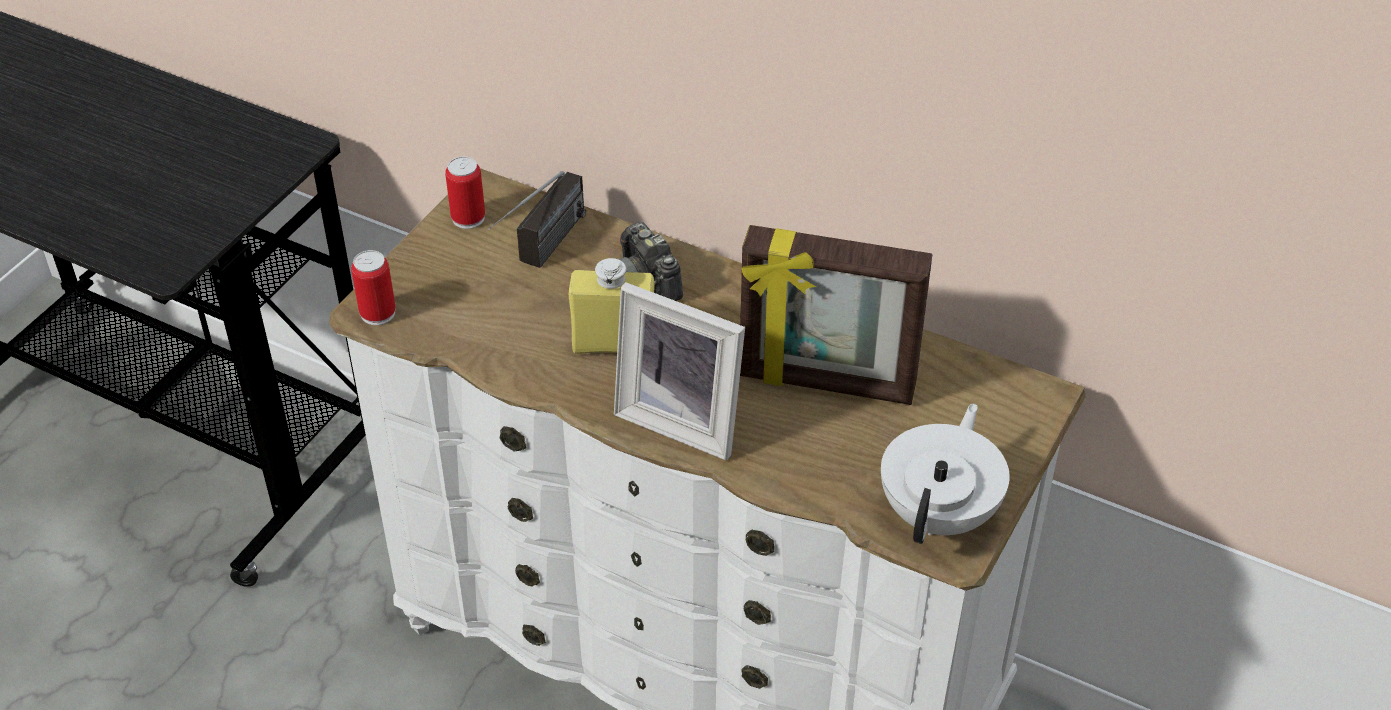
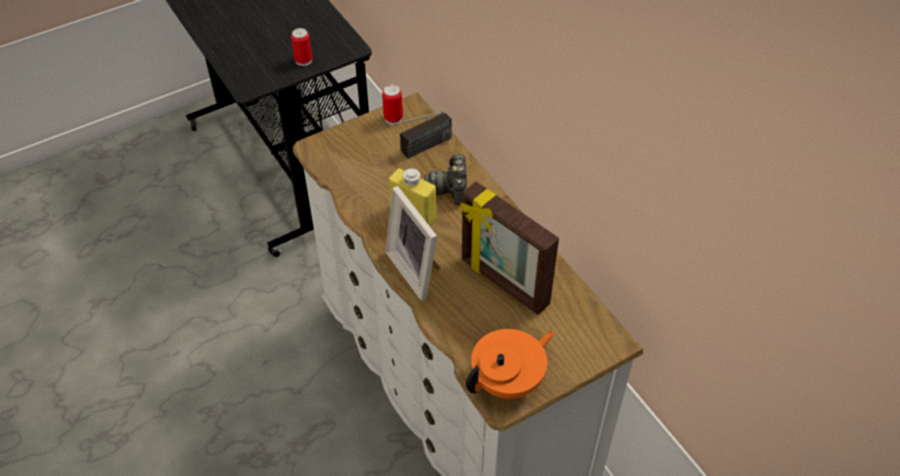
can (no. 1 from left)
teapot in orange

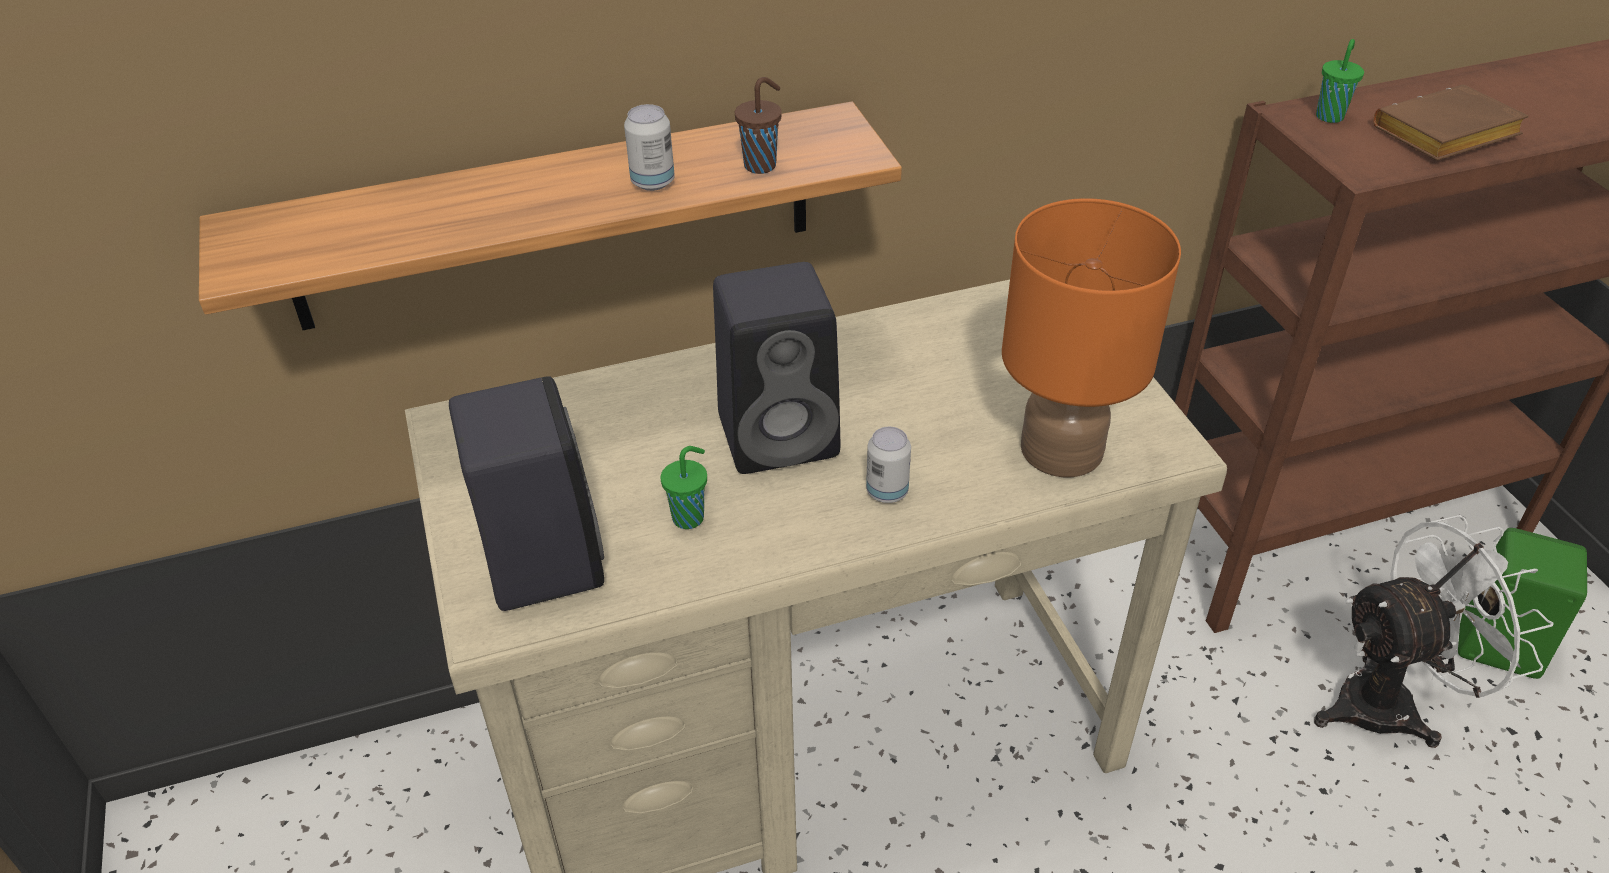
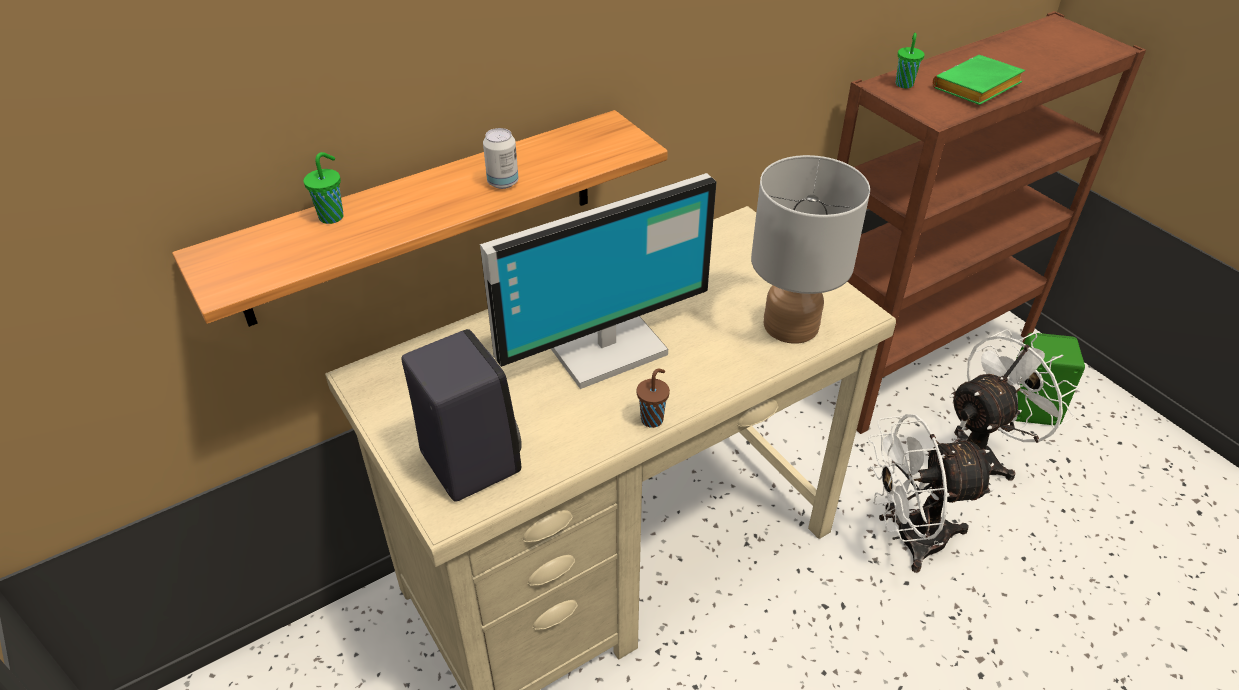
cup in brown
book in green
table lamp in grey
monitor
can (no. 2 from left in the first image)
cup in green (no. 1 from left)
fan in white (no. 1 from left)

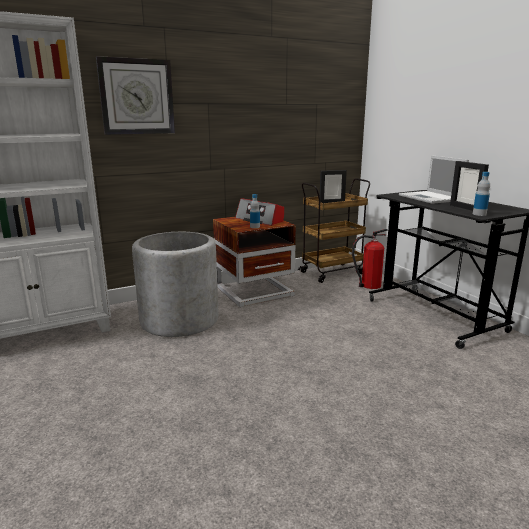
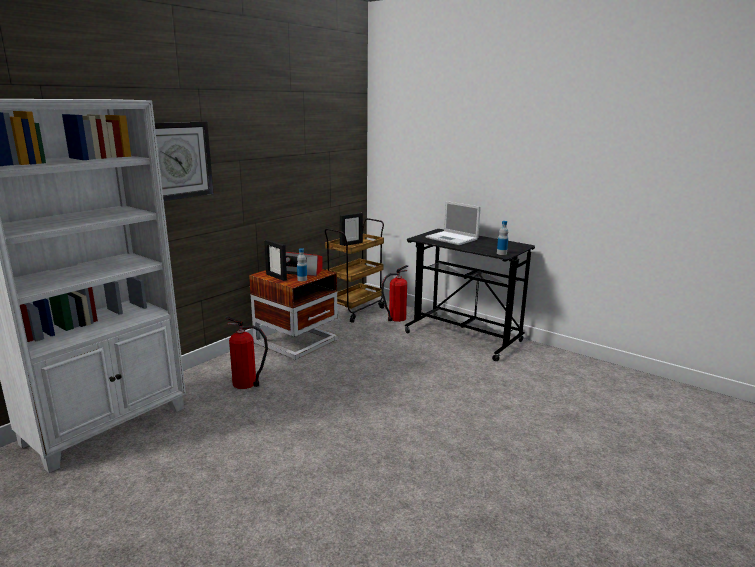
picture frame (no. 1 from left)
fire extinguisher (no. 1 from left)

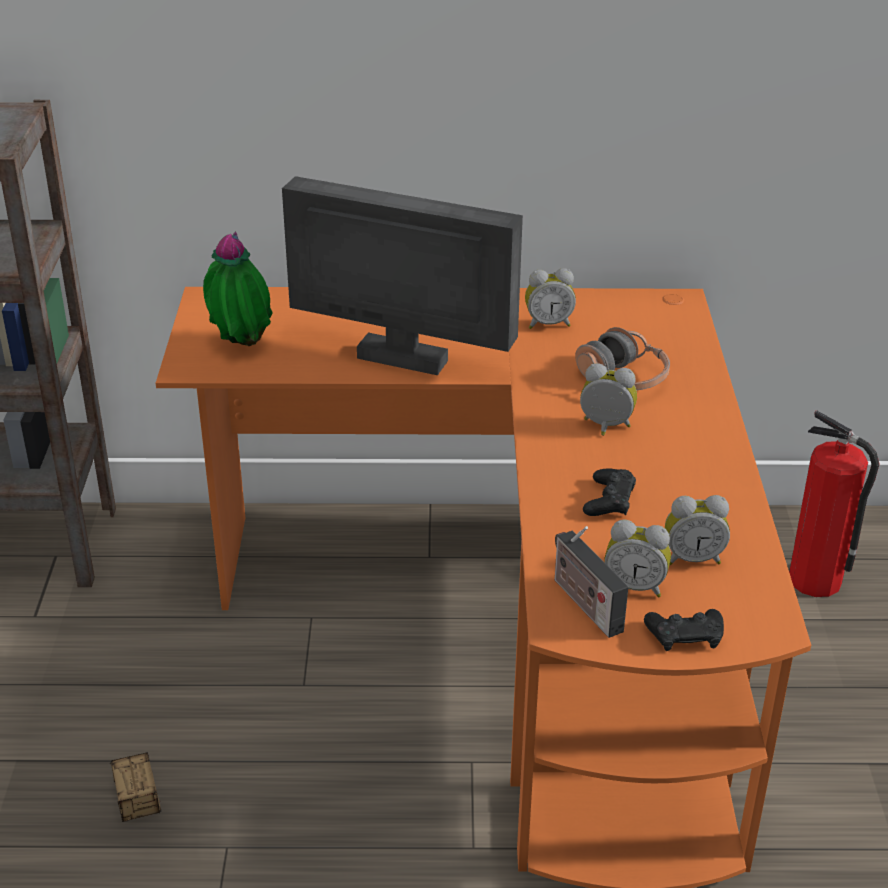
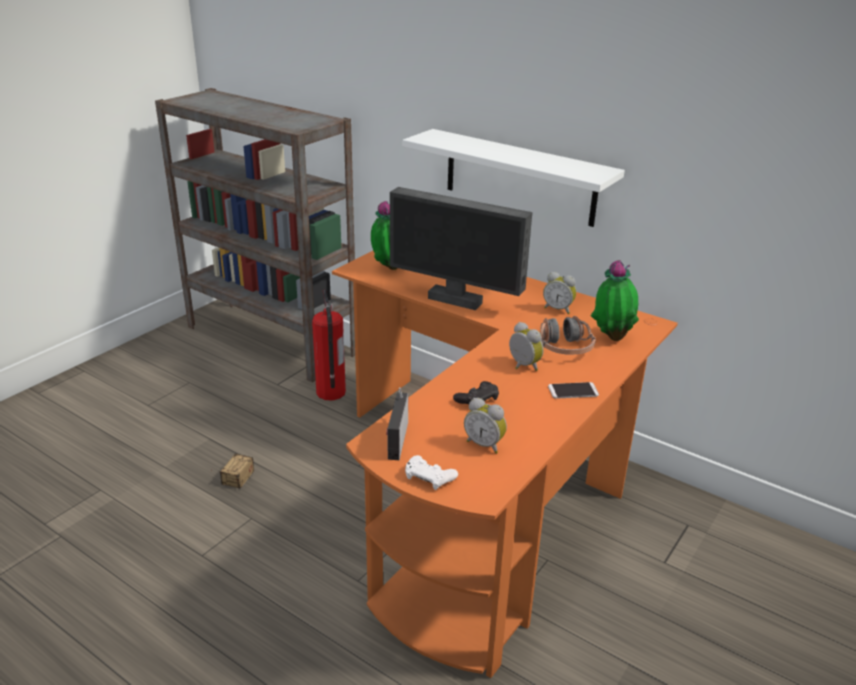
monitor
fire extinguisher
alarm clock (no. 3 from left in the first image)
game controller in white
shelf in white
potted plant (no. 2 from left)
phone

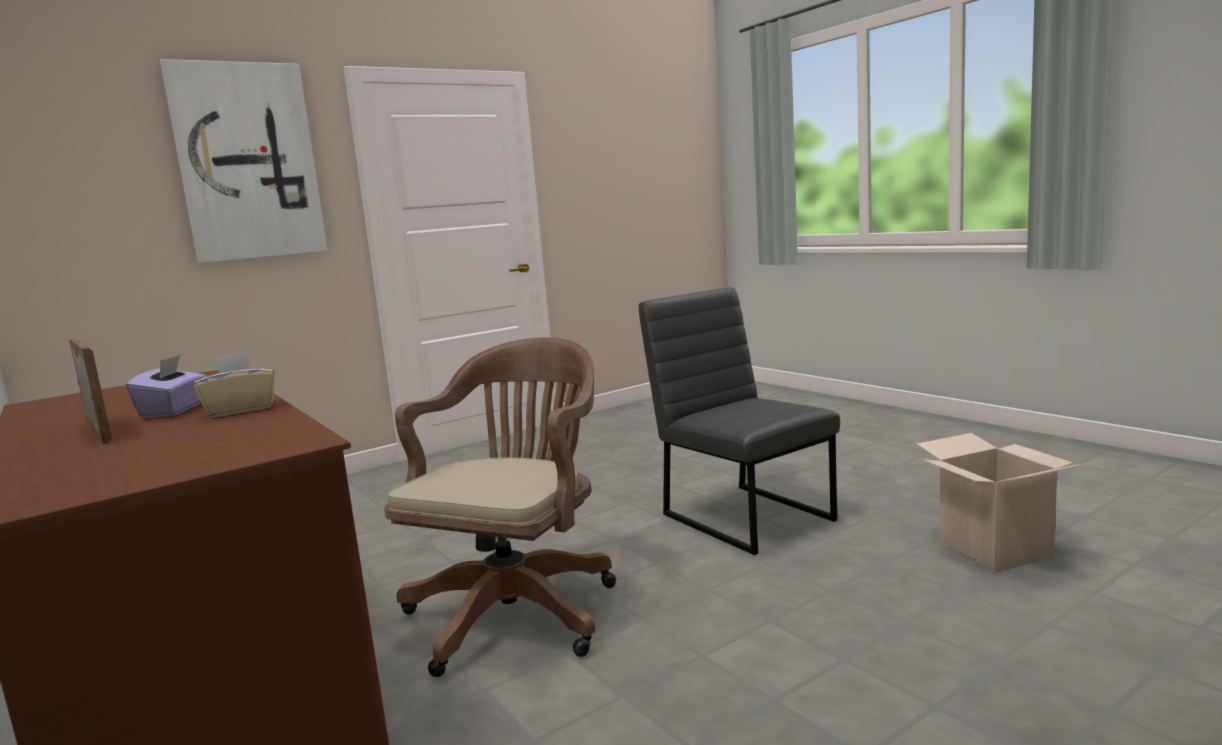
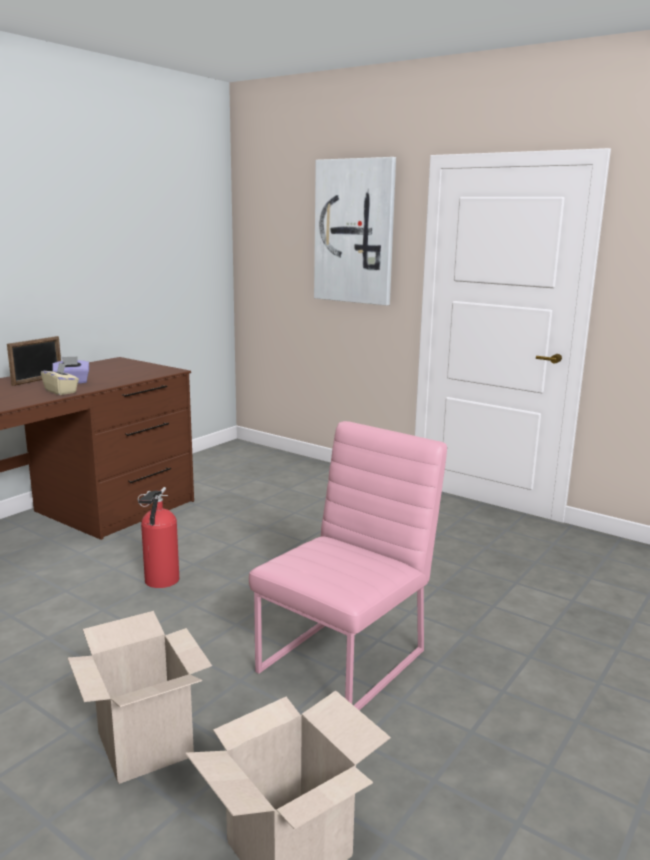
chair in pink
fire extinguisher
cardboard box (no. 1 from left)

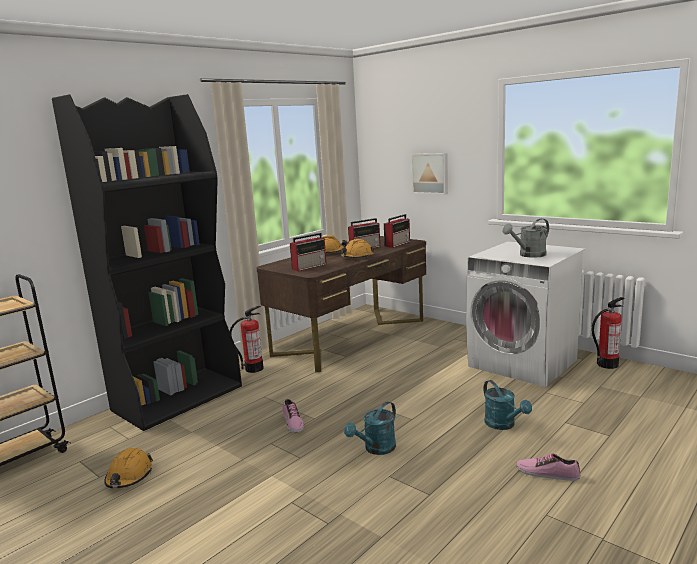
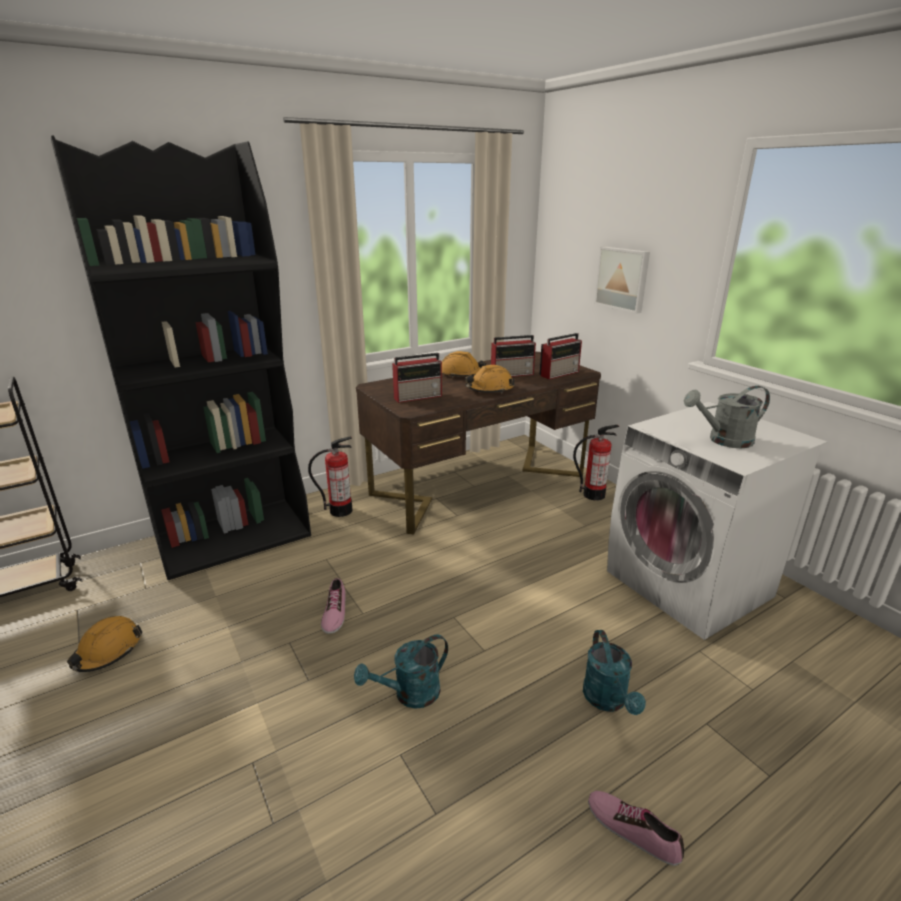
fire extinguisher (no. 2 from left)

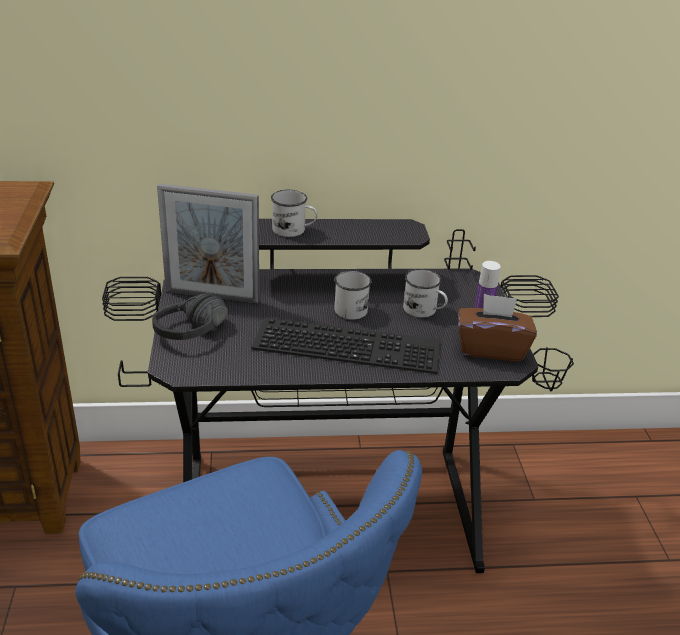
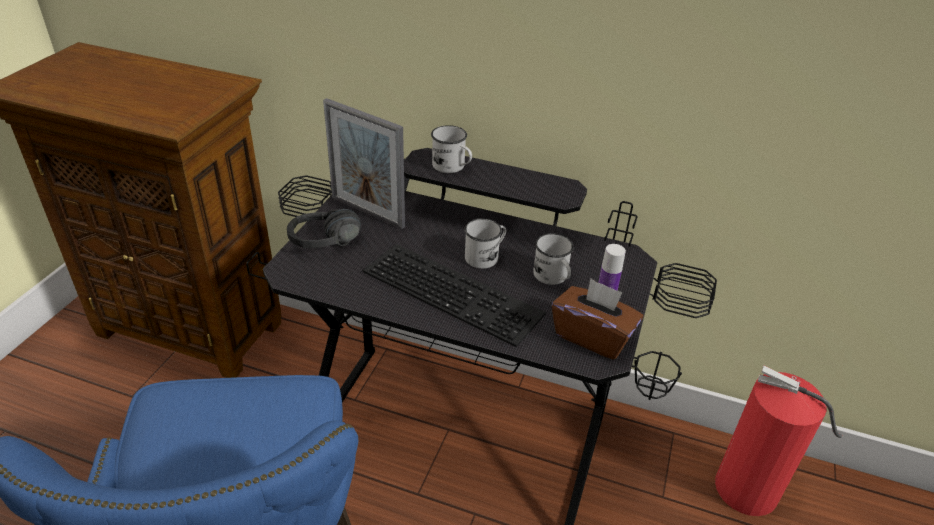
fire extinguisher

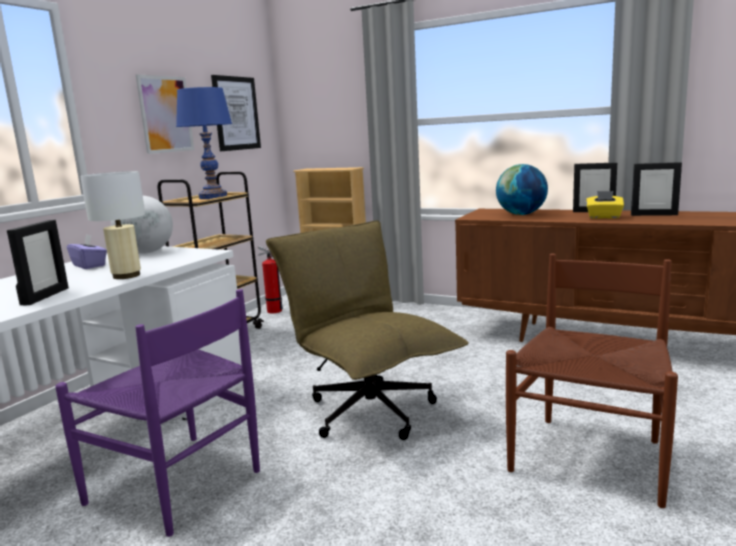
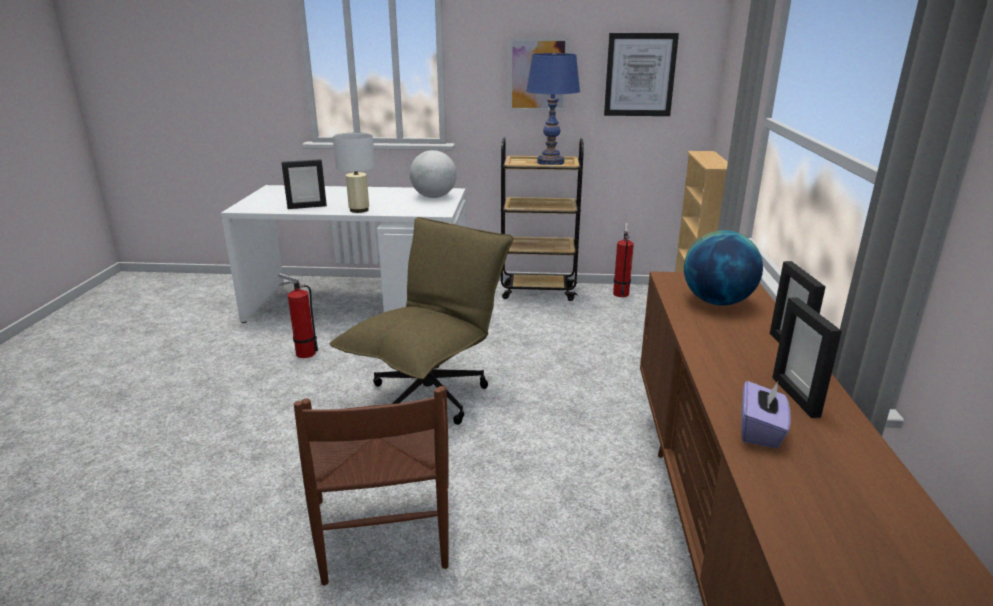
tissue box in yellow
tissue box in purple
chair in brown
fire extinguisher (no. 1 from left)

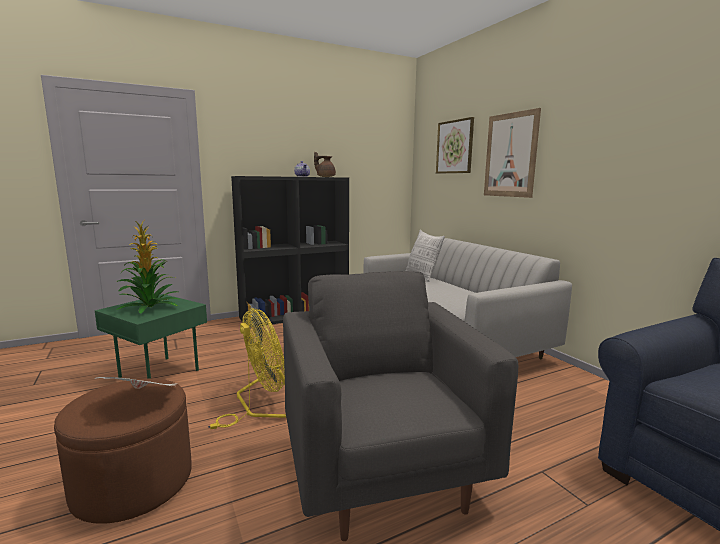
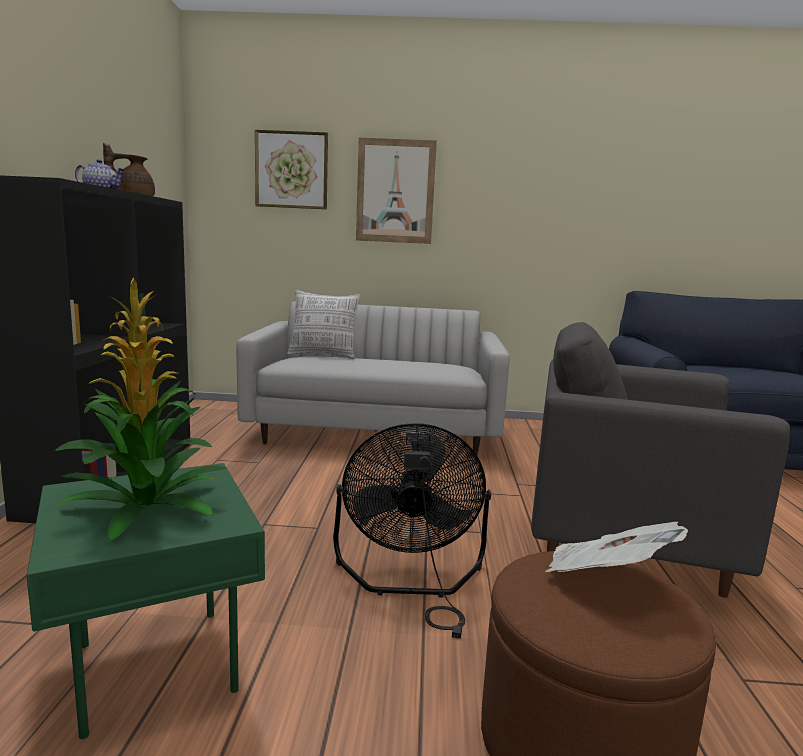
fan in black

